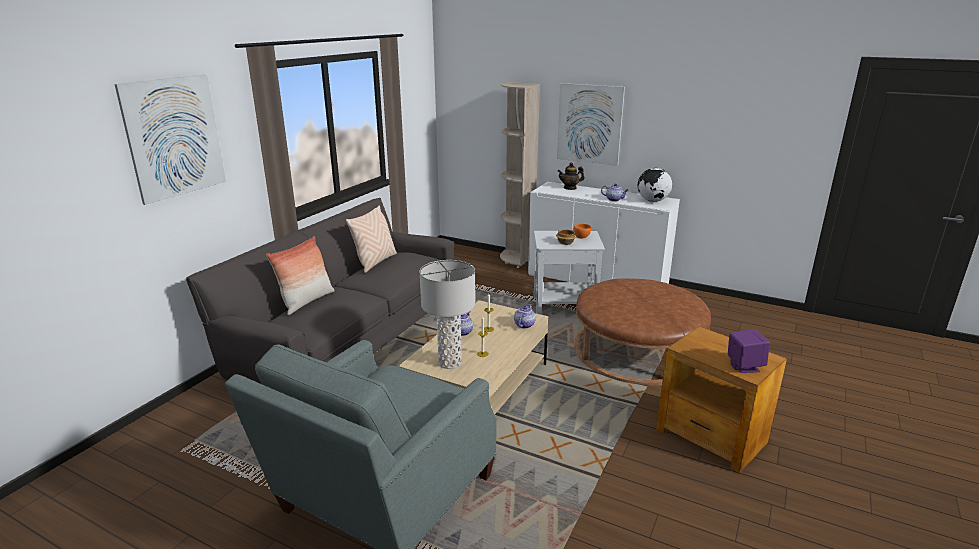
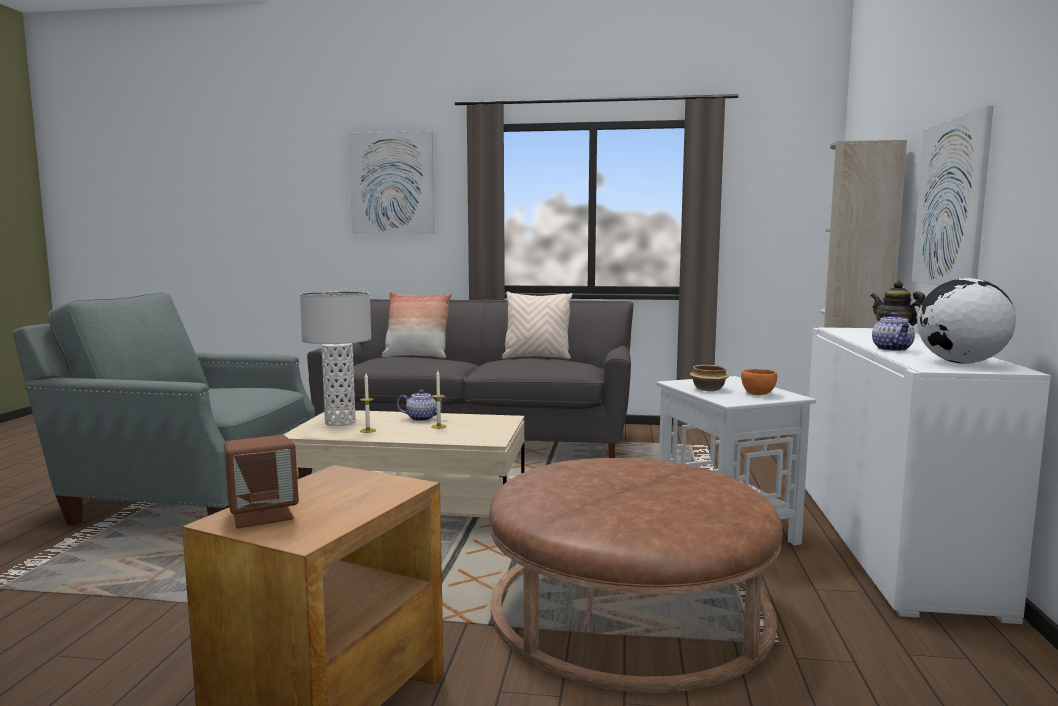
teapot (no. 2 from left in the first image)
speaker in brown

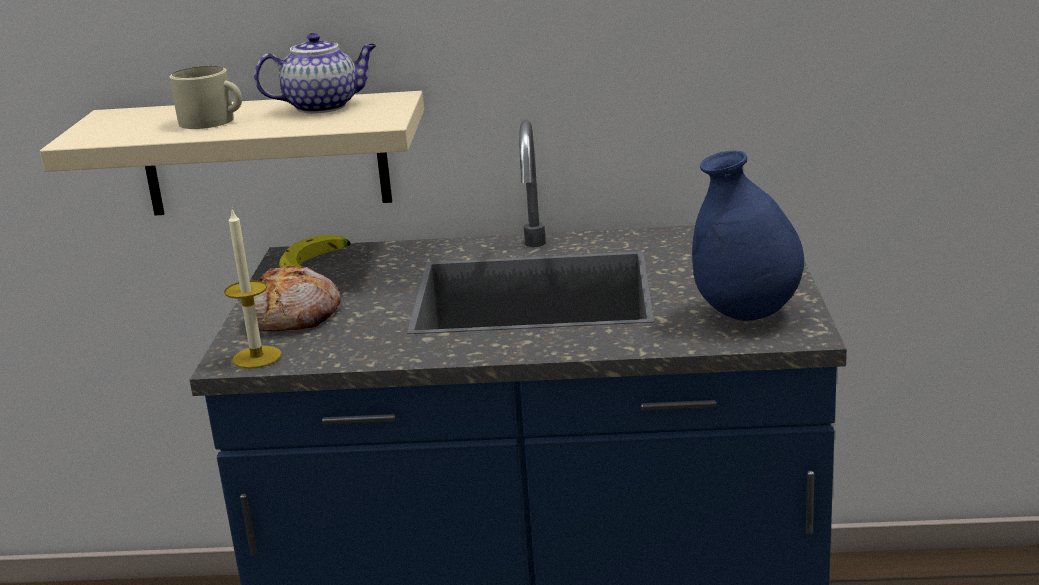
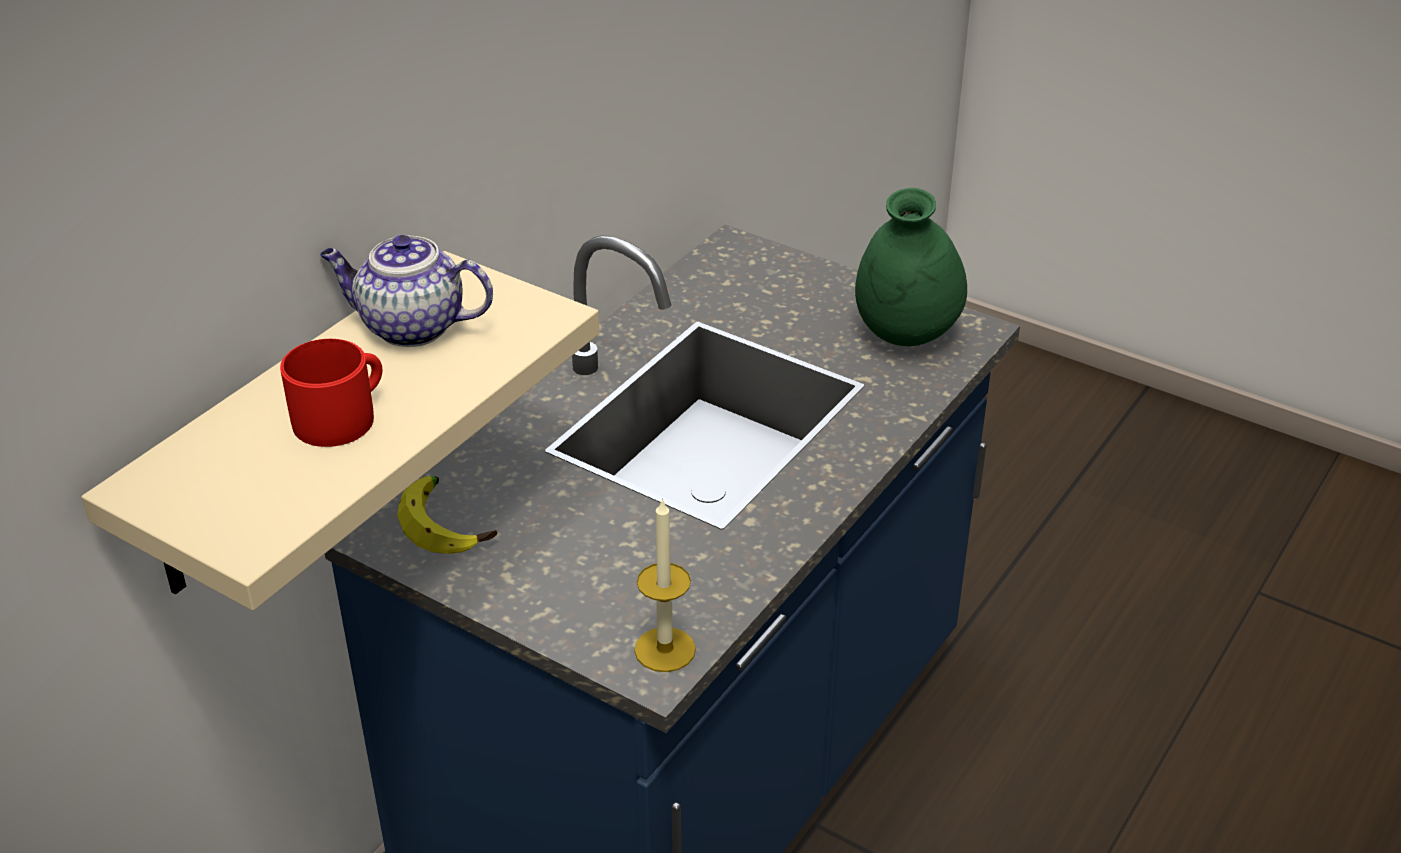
teapot
mug in red
vase in green
bread

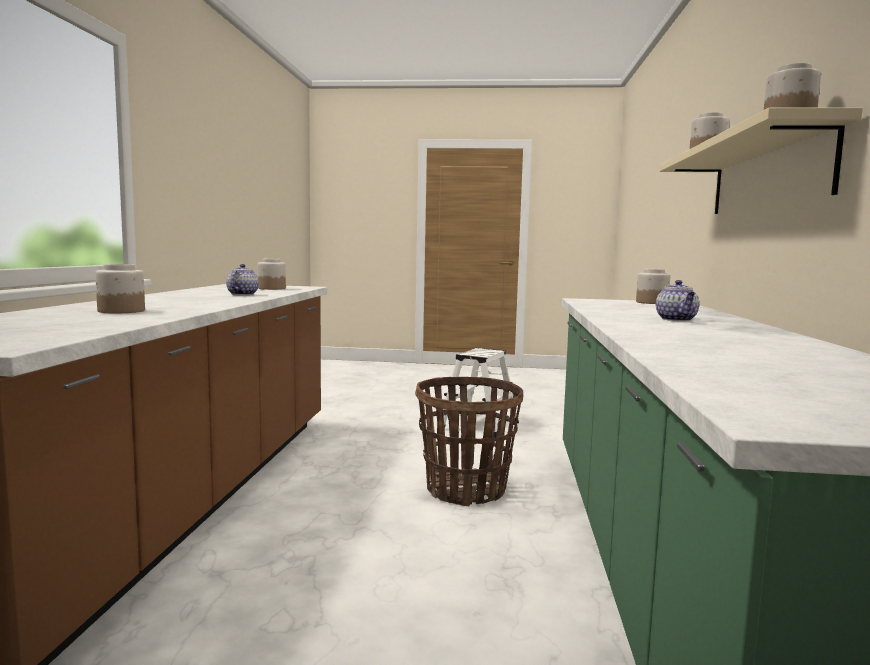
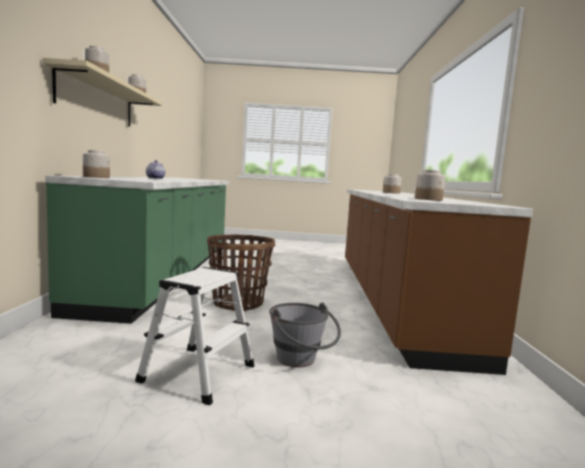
teapot (no. 1 from left in the first image)
bucket in grey

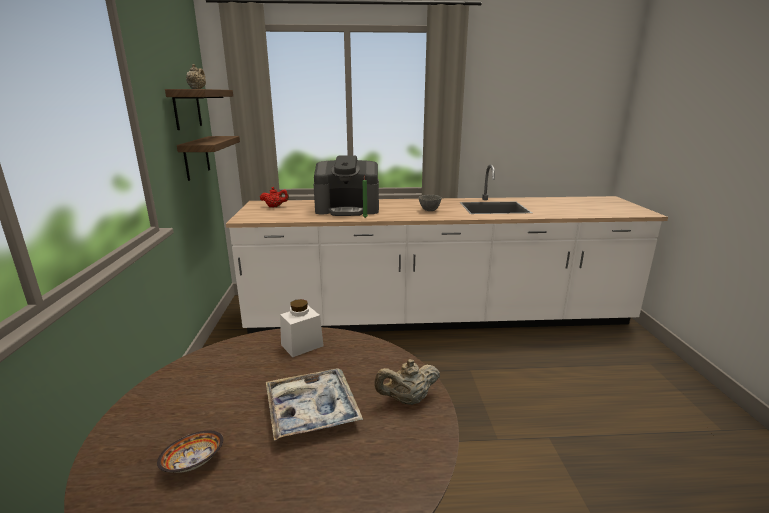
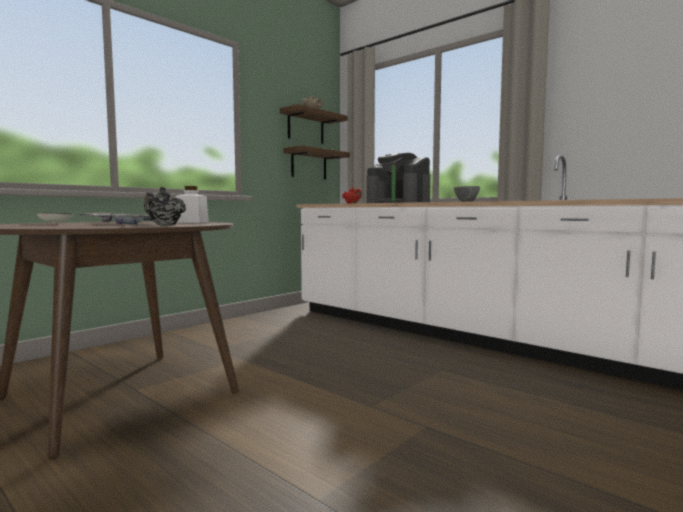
teapot in black

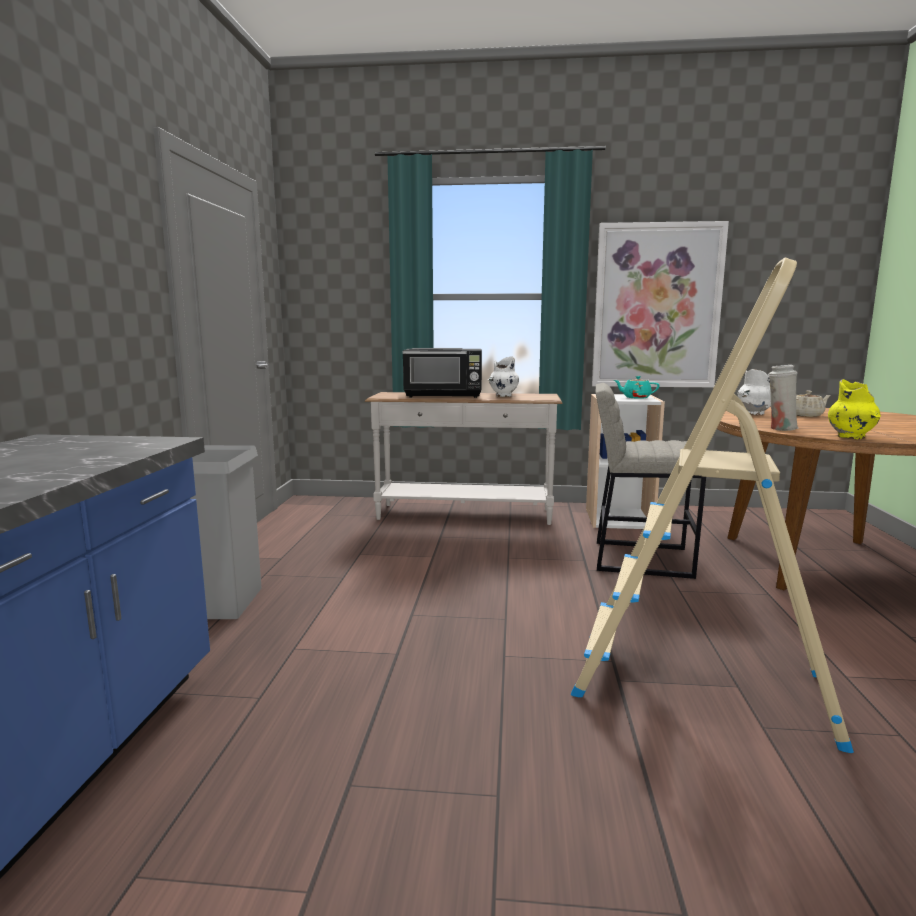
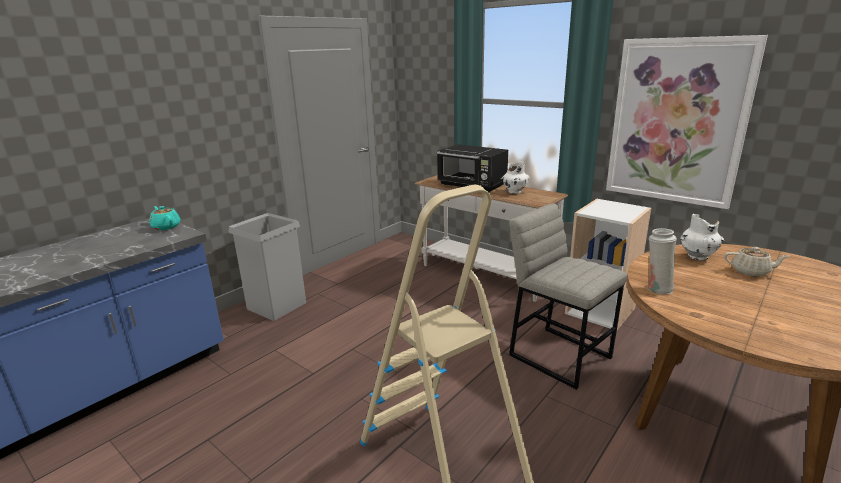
teapot in turquoise
vase in yellow

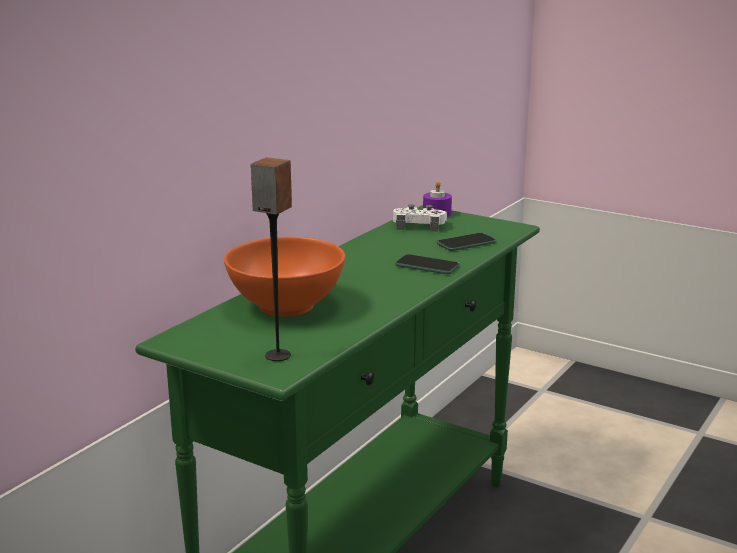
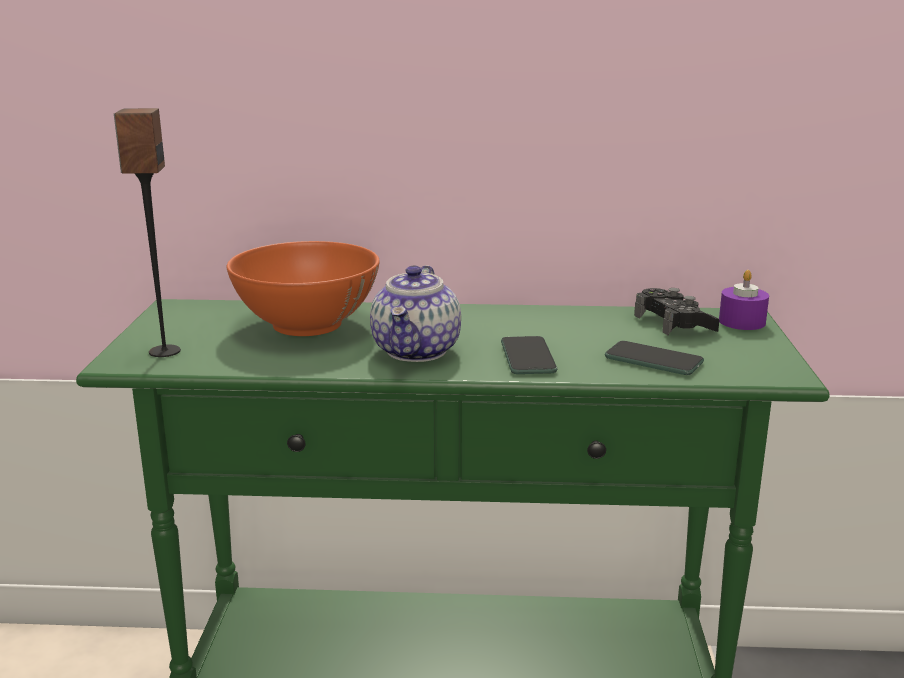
game controller in black
teapot

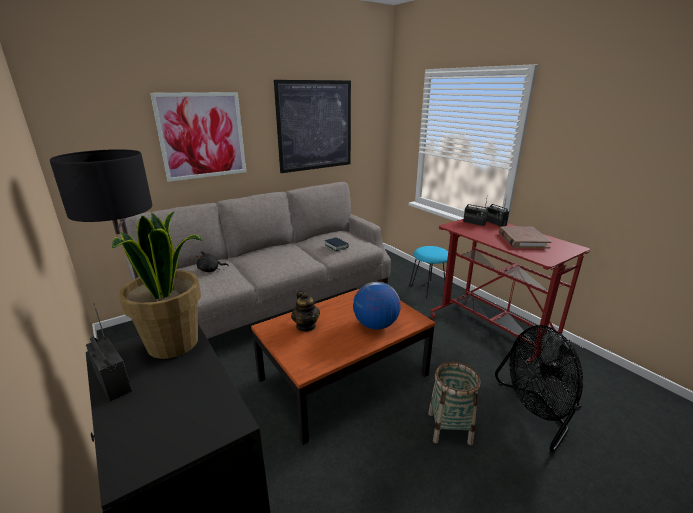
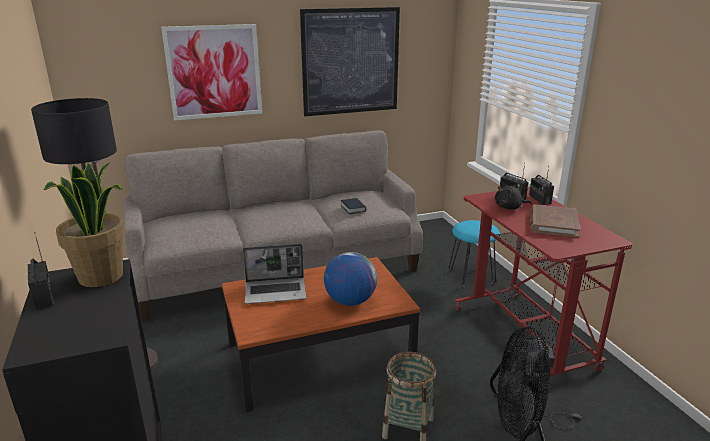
plush toy in black
laptop

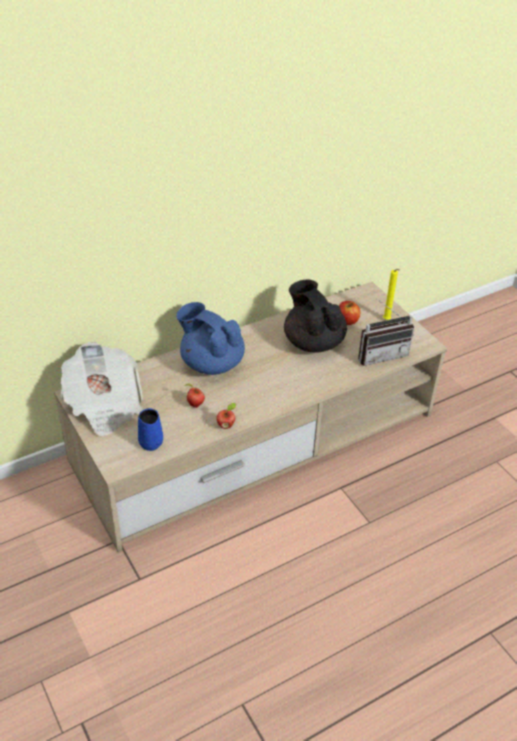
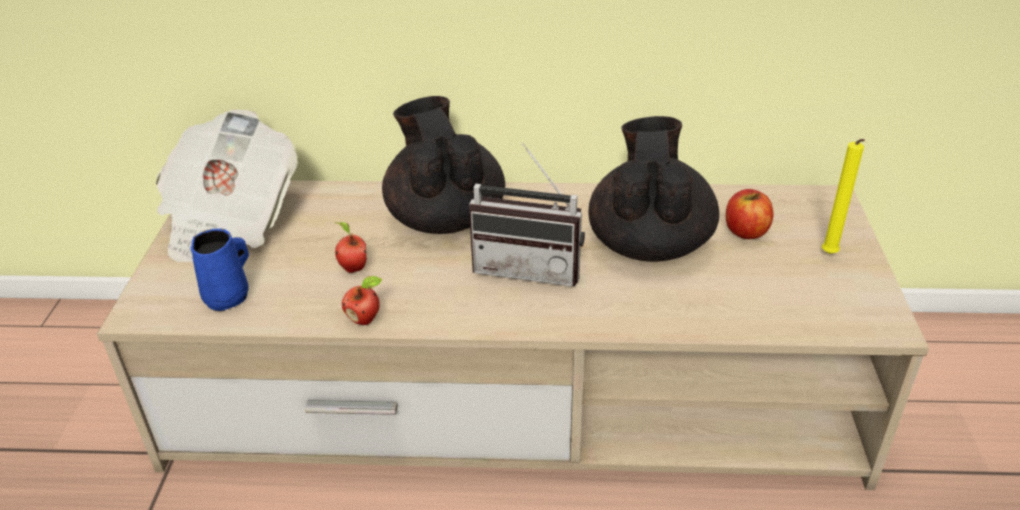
radio
teapot in black (no. 1 from left)

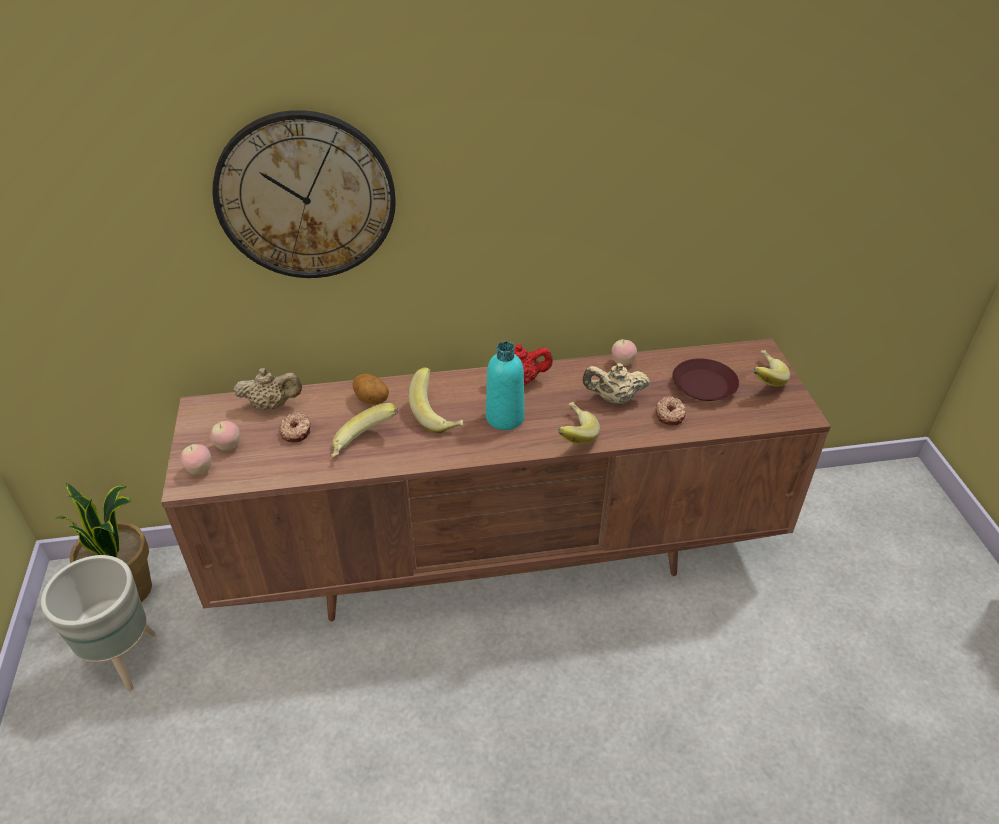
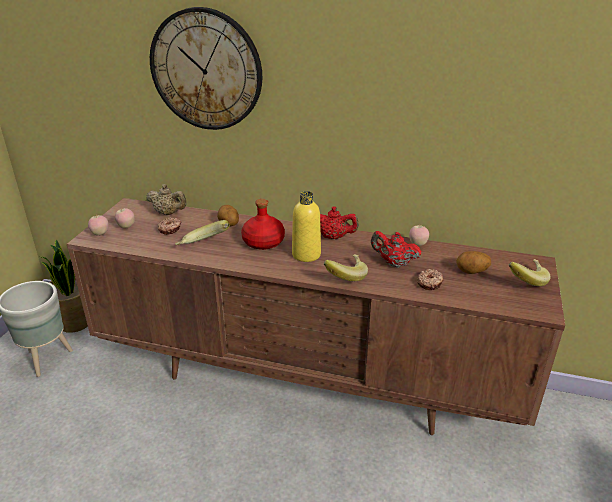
bottle in yellow
potato (no. 2 from left)
teapot in red (no. 2 from left)
bottle in red

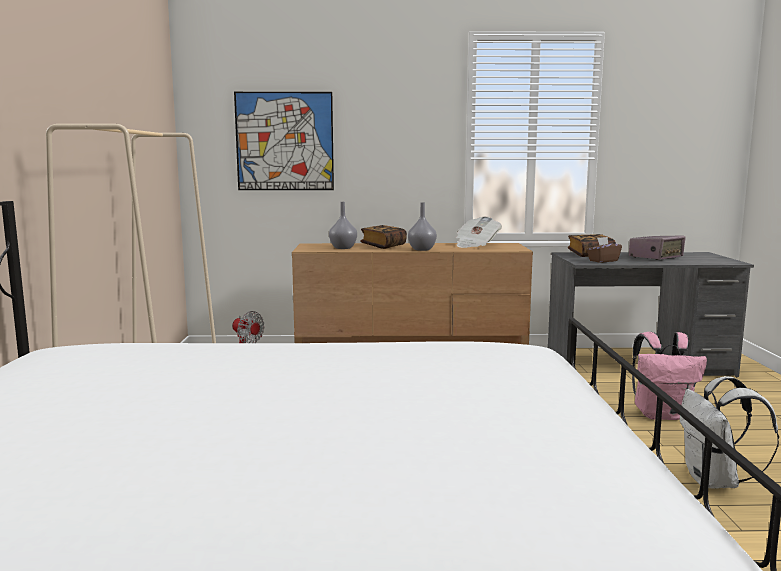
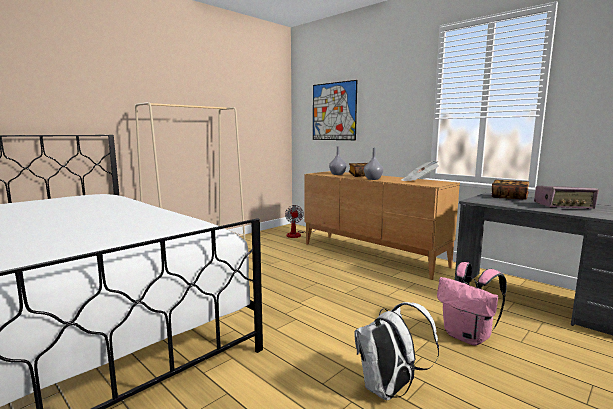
tissue box in brown

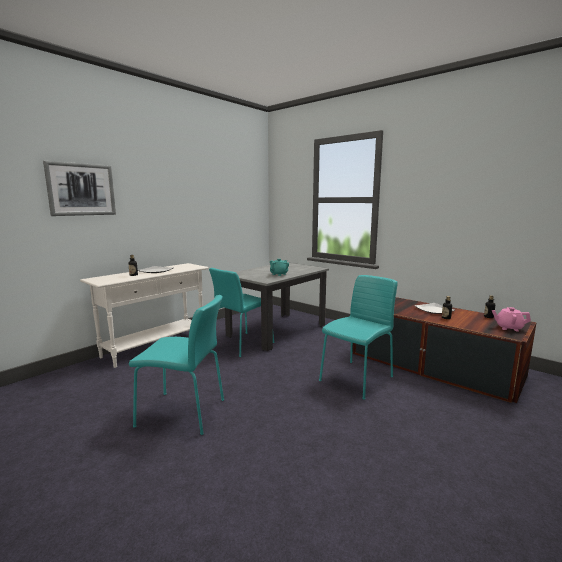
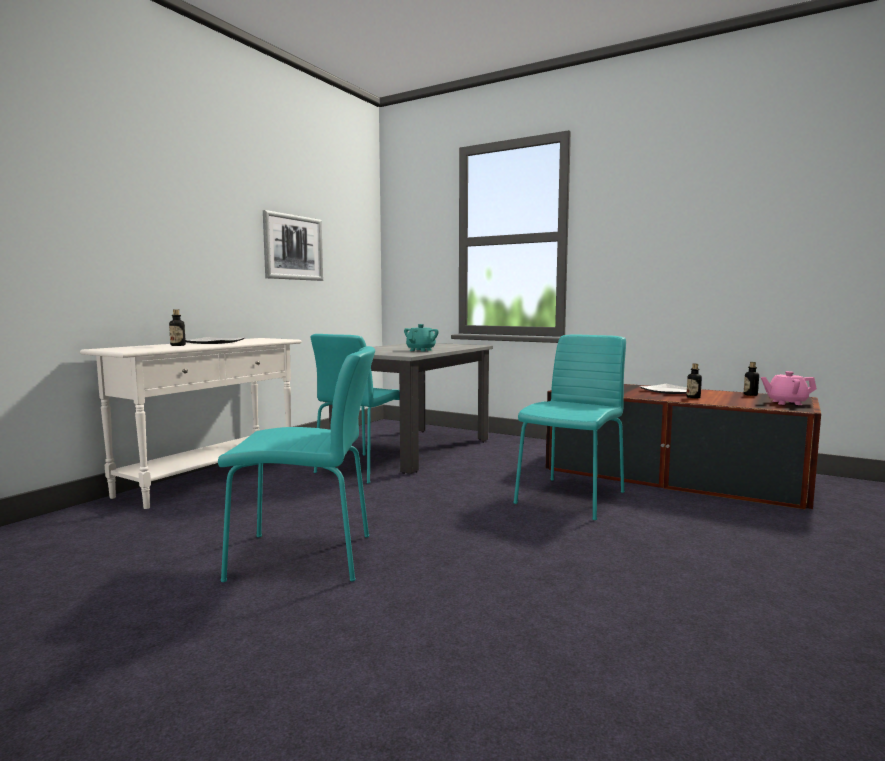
picture

